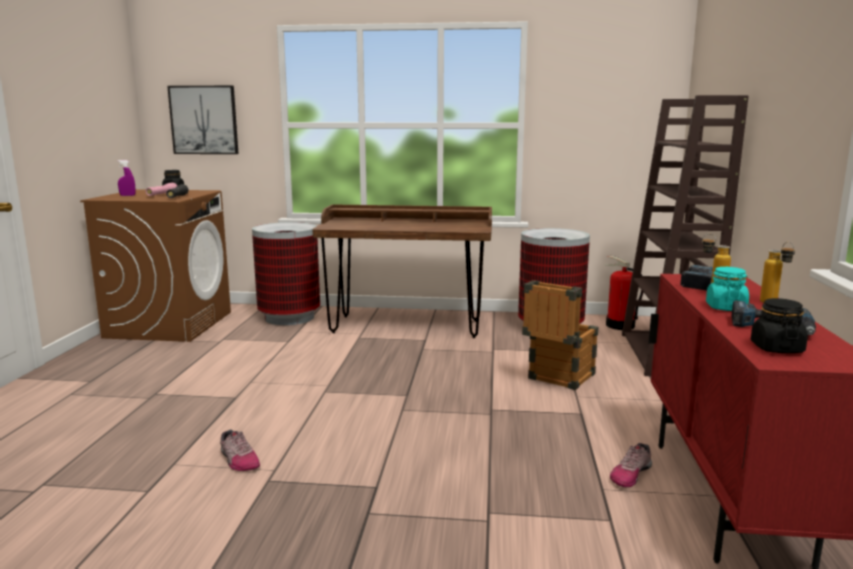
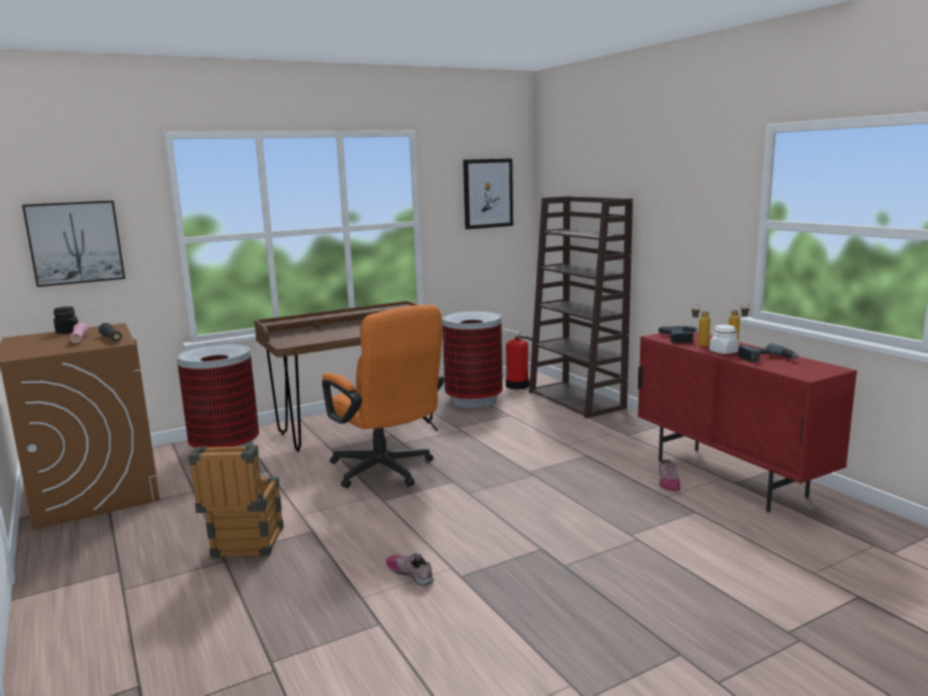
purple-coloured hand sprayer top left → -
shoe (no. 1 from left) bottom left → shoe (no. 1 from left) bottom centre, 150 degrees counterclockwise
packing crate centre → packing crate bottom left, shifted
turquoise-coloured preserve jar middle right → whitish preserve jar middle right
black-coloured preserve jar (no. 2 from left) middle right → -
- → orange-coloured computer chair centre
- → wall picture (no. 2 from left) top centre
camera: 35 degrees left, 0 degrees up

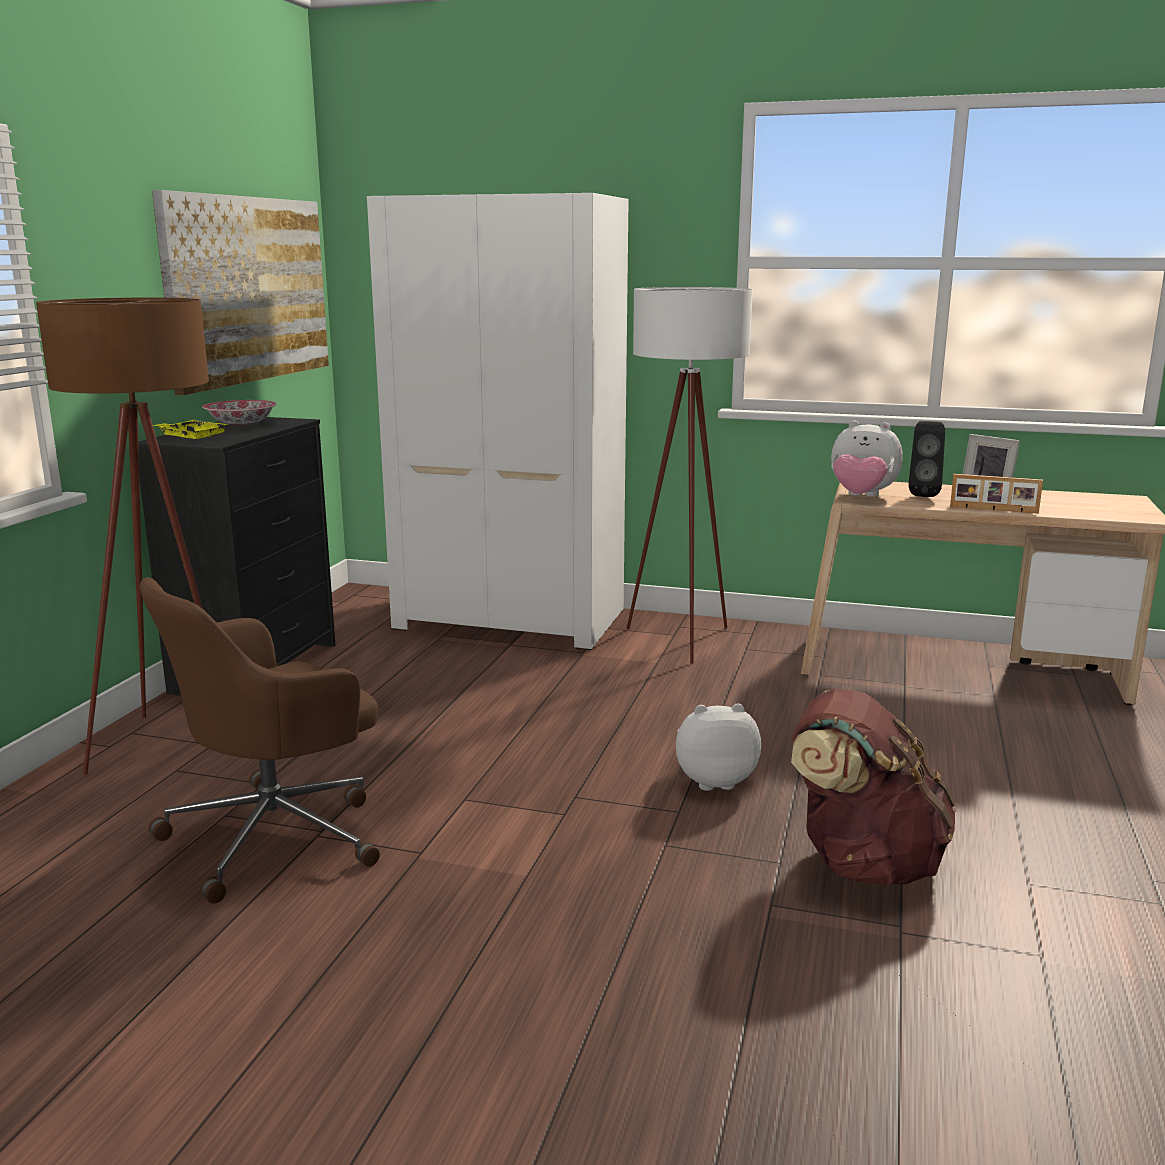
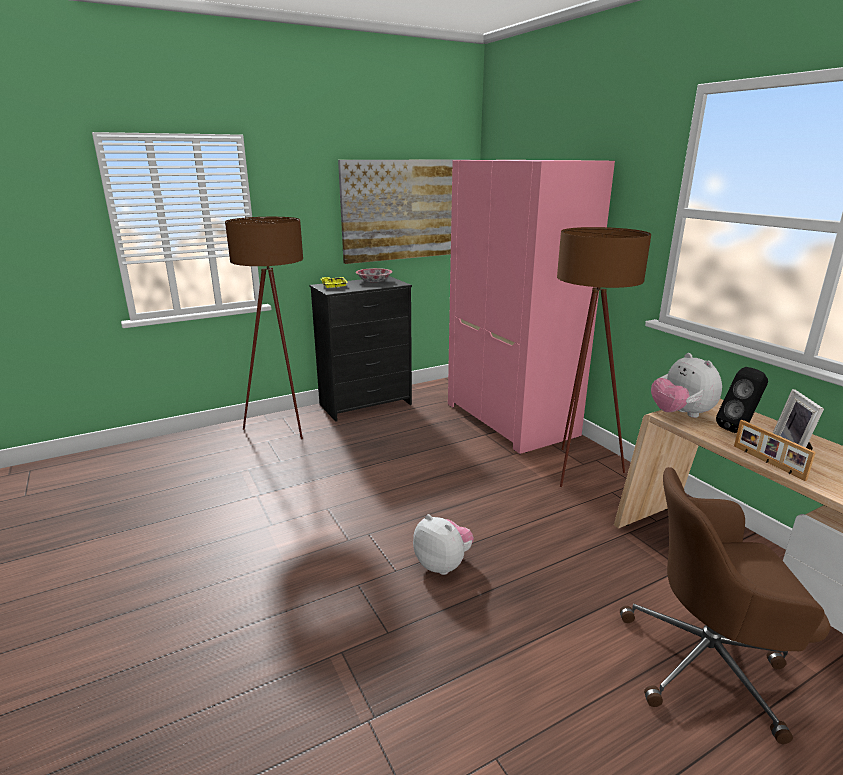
brownish computer chair middle left → brownish computer chair bottom right, shifted
whitish clothes cupboard centre → pink clothes cupboard centre
whitish floor lamp centre → brownish floor lamp (no. 2 from left) middle right
brownish knapsack bottom right → -
camera: 45 degrees right, 5 degrees up

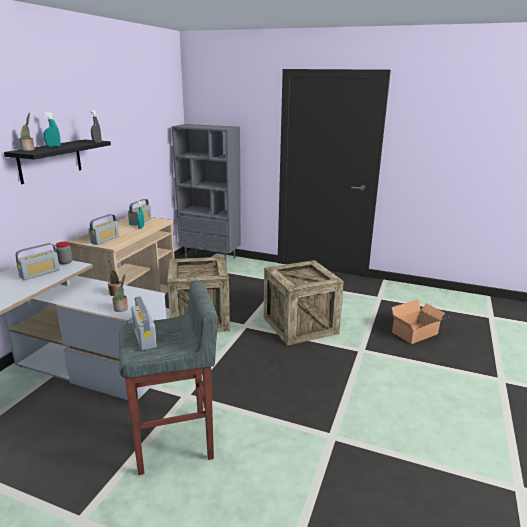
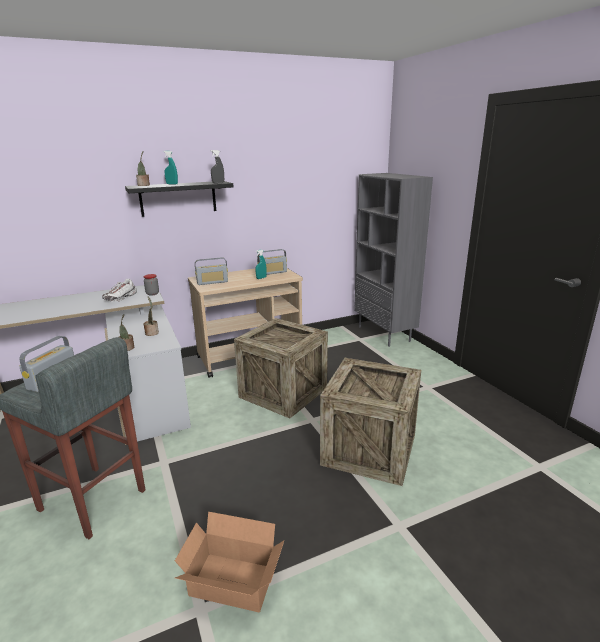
radio set (no. 1 from left) middle left → whitish shoe middle left
cardboard box middle right → cardboard box bottom centre, shifted
camera: 45 degrees right, 0 degrees up

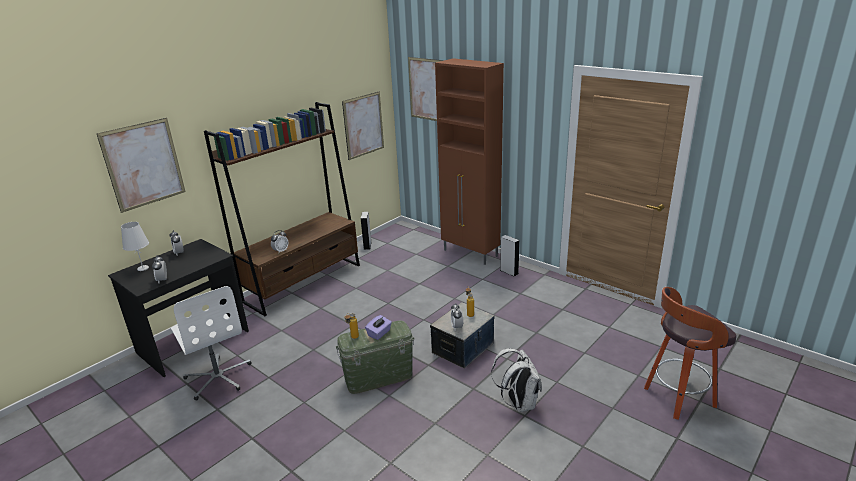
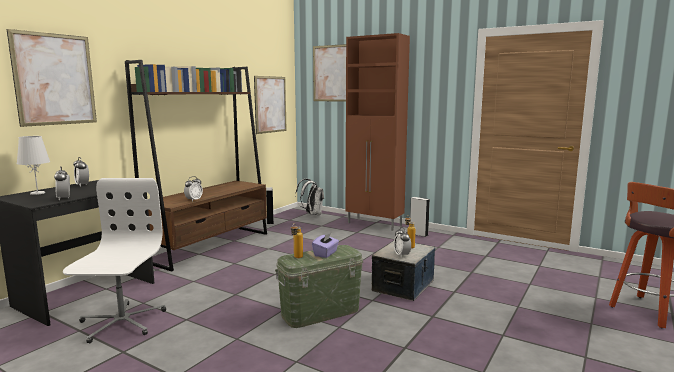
whitish computer chair bottom left, 135 degrees counterclockwise
whitish knapsack bottom centre → whitish knapsack centre, shifted
camera: 10 degrees left, 15 degrees down

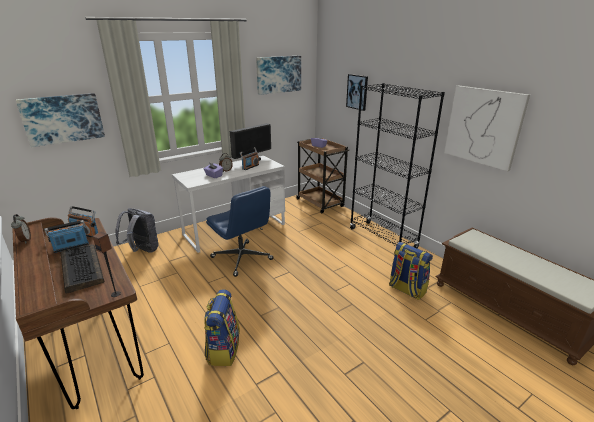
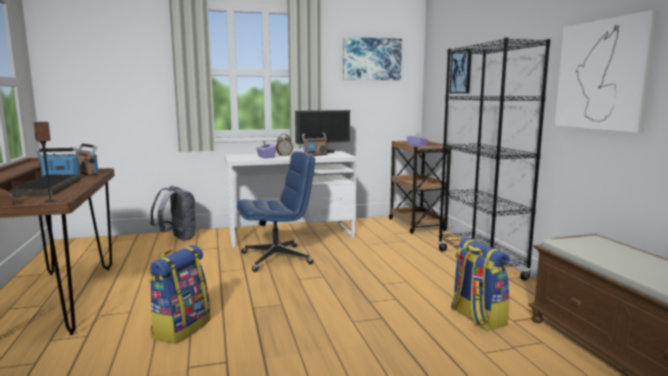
alarm clock (no. 1 from left) middle left → -
wall picture (no. 1 from left) top left → -
blue computer chair centre, 90 degrees counterclockwise
camera: 20 degrees right, 15 degrees down

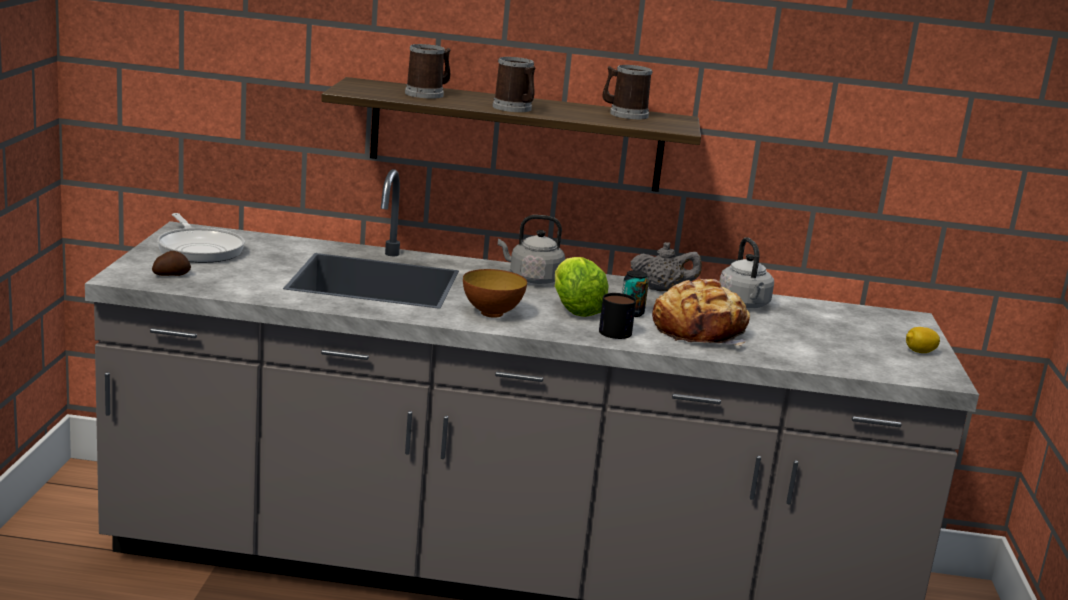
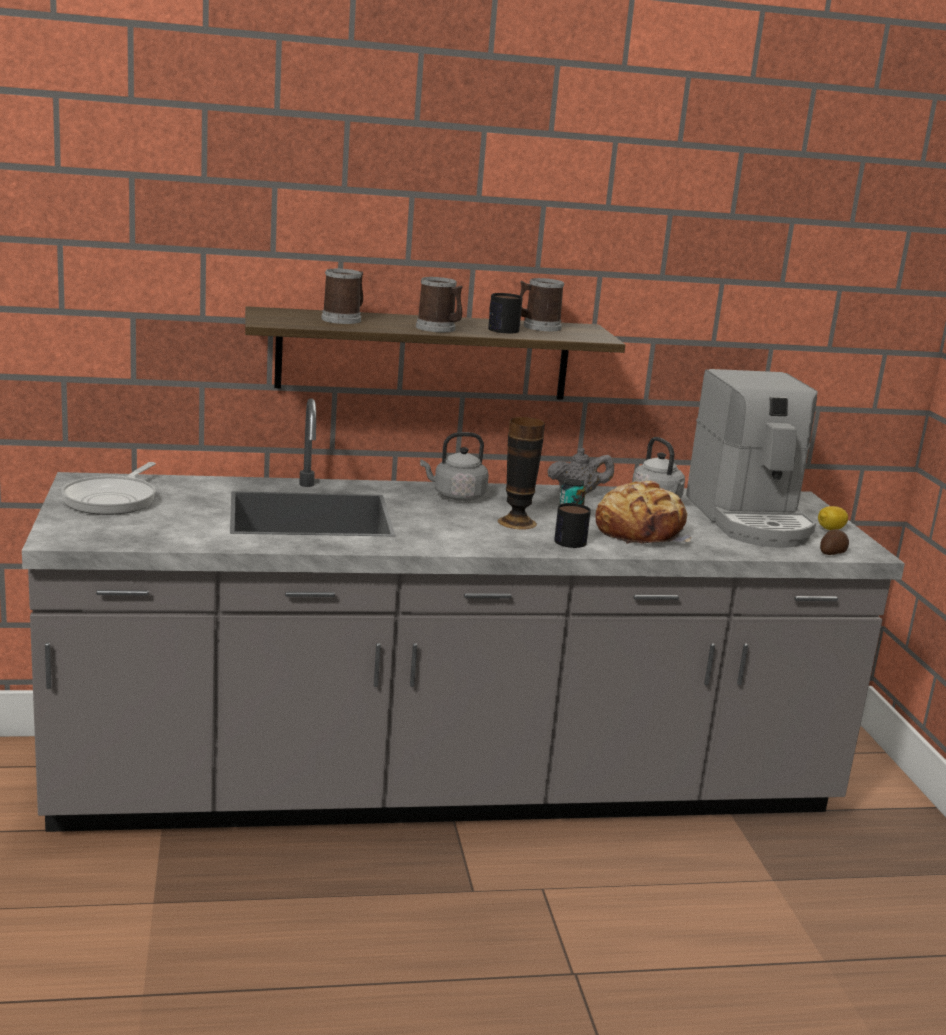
whole potato middle left → whole potato middle right, shifted
frying pan middle left, 60 degrees clockwise
serving bowl centre → -
lettuce head centre → vase centre
- → mug (no. 3 from left) top centre
- → coffee maker middle right
camera: 15 degrees left, 0 degrees up

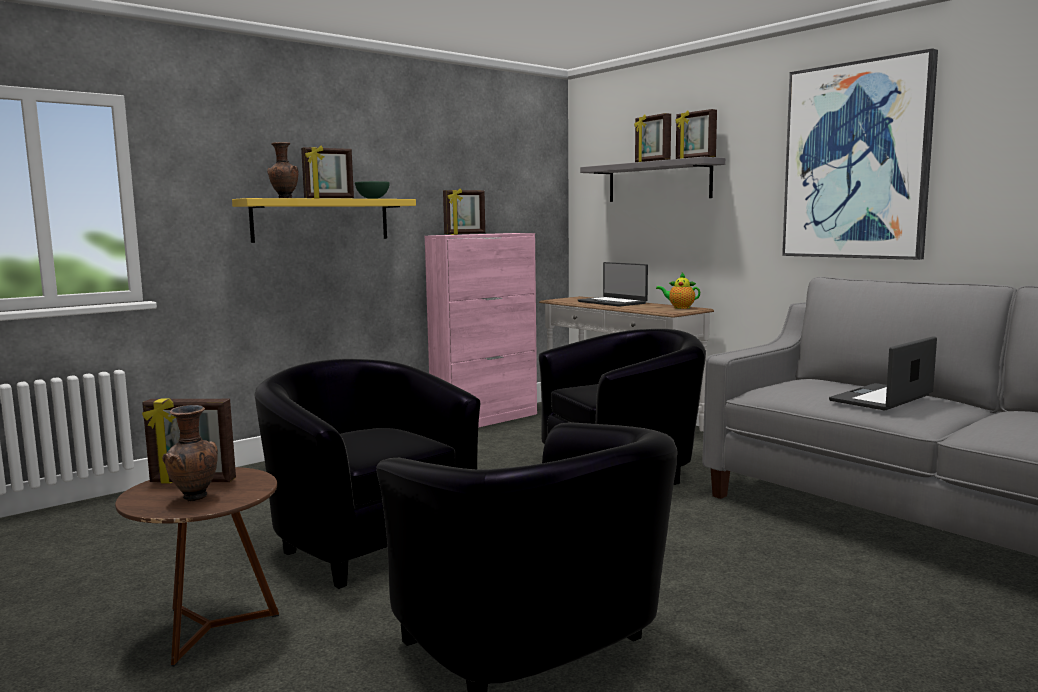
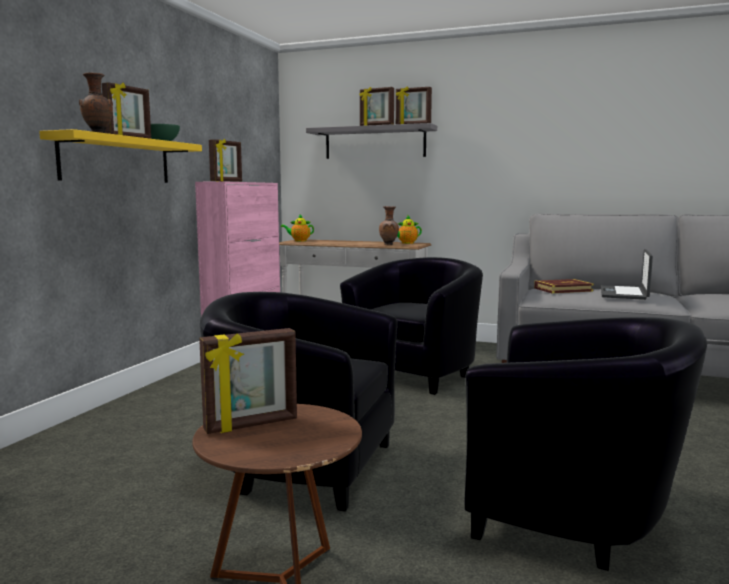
brownish vase (no. 1 from left in the first image) middle left → brownish vase (no. 2 from left) centre, shifted
laptop (no. 1 from left) centre → -
wall picture top right → -
- → pot for tea (no. 1 from left) centre
- → bound book middle right
camera: 30 degrees left, 0 degrees up

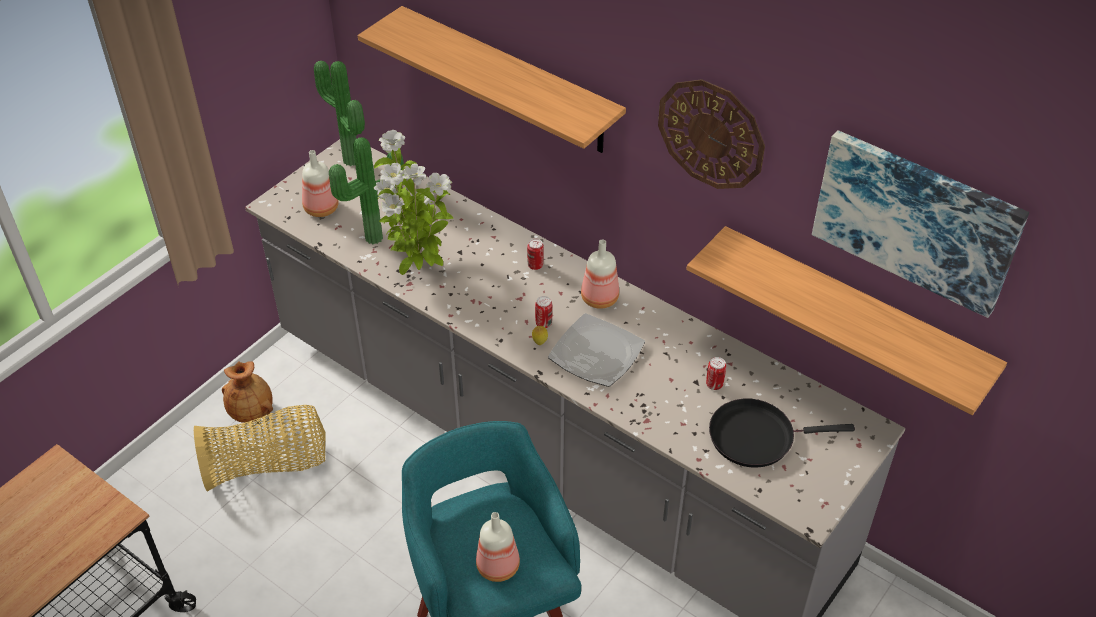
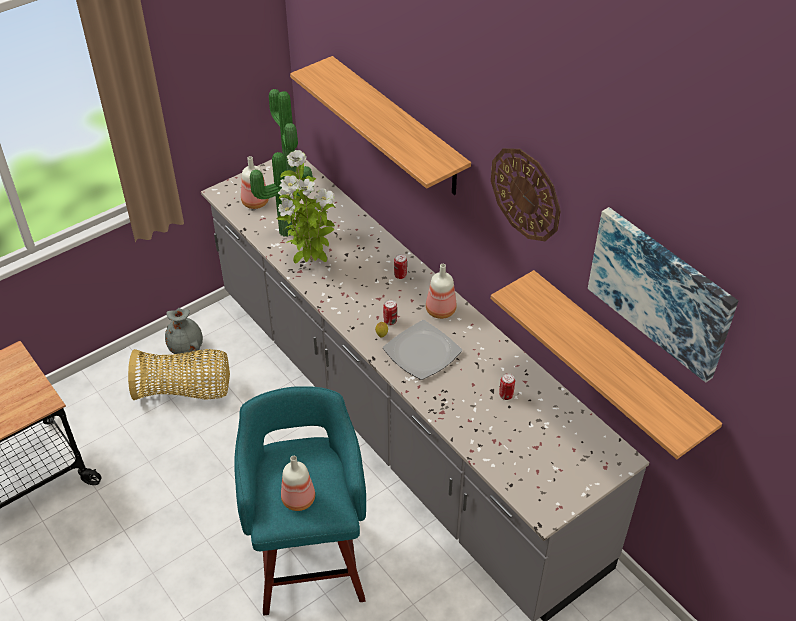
brownish vase middle left → grey vase middle left
black-coloured frying pan bottom right → -
camera: 15 degrees right, 0 degrees up

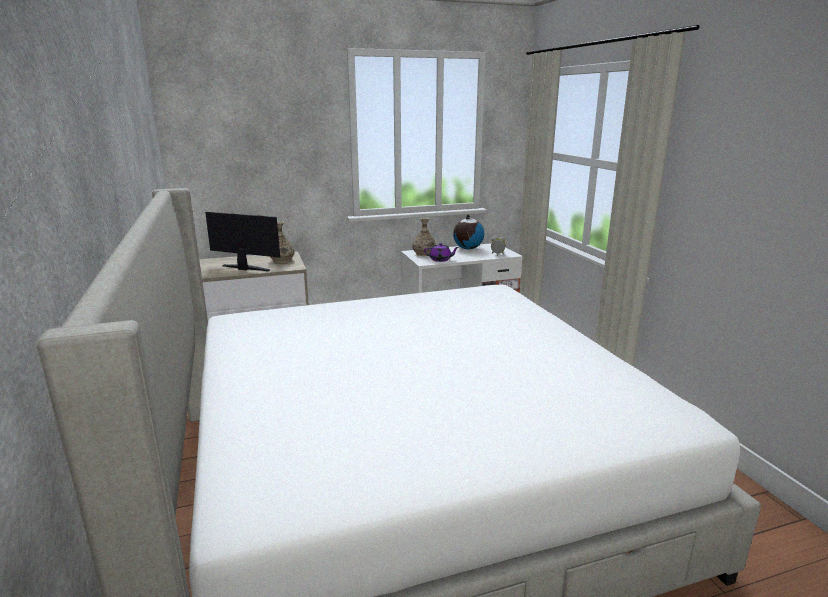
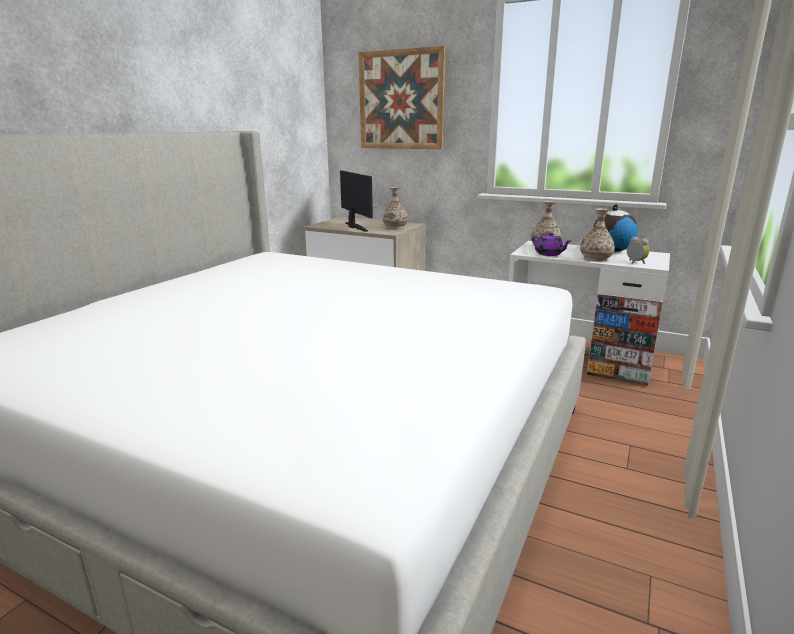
- → wall picture top centre
- → vase (no. 3 from left) middle right
camera: 45 degrees right, 0 degrees up

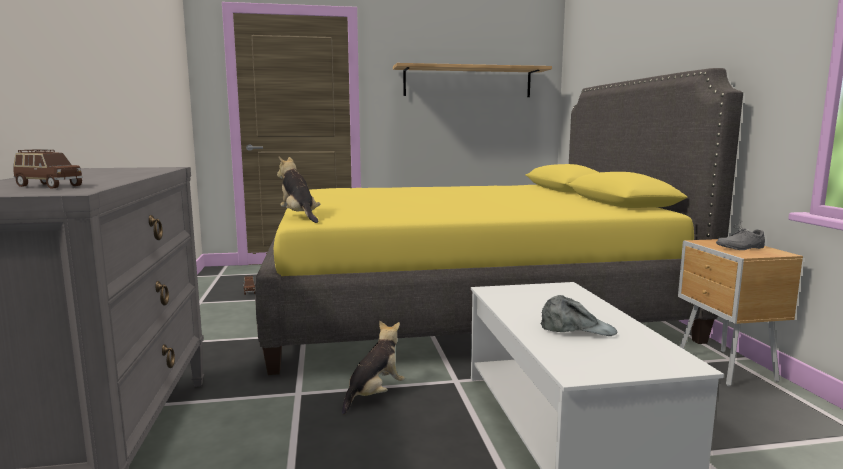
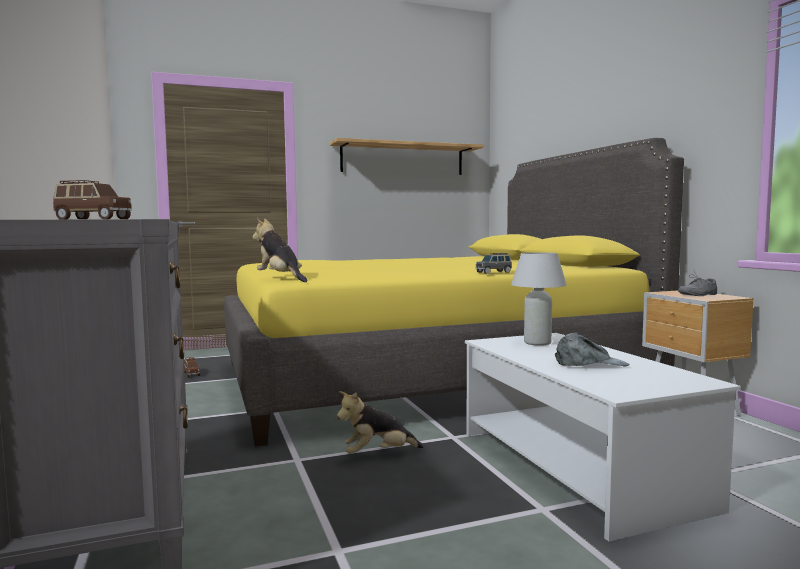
soft toy (no. 2 from left) bottom centre, 135 degrees counterclockwise
- → grey model car centre
- → whitish tabletop lamp middle right
camera: 10 degrees left, 5 degrees down

